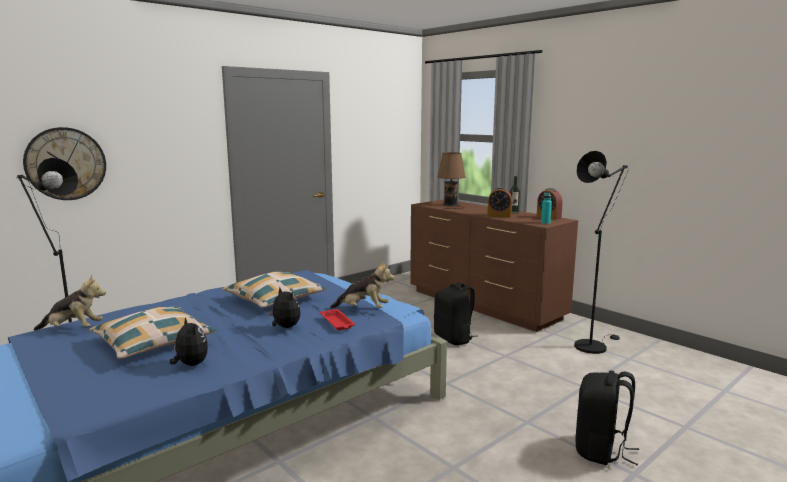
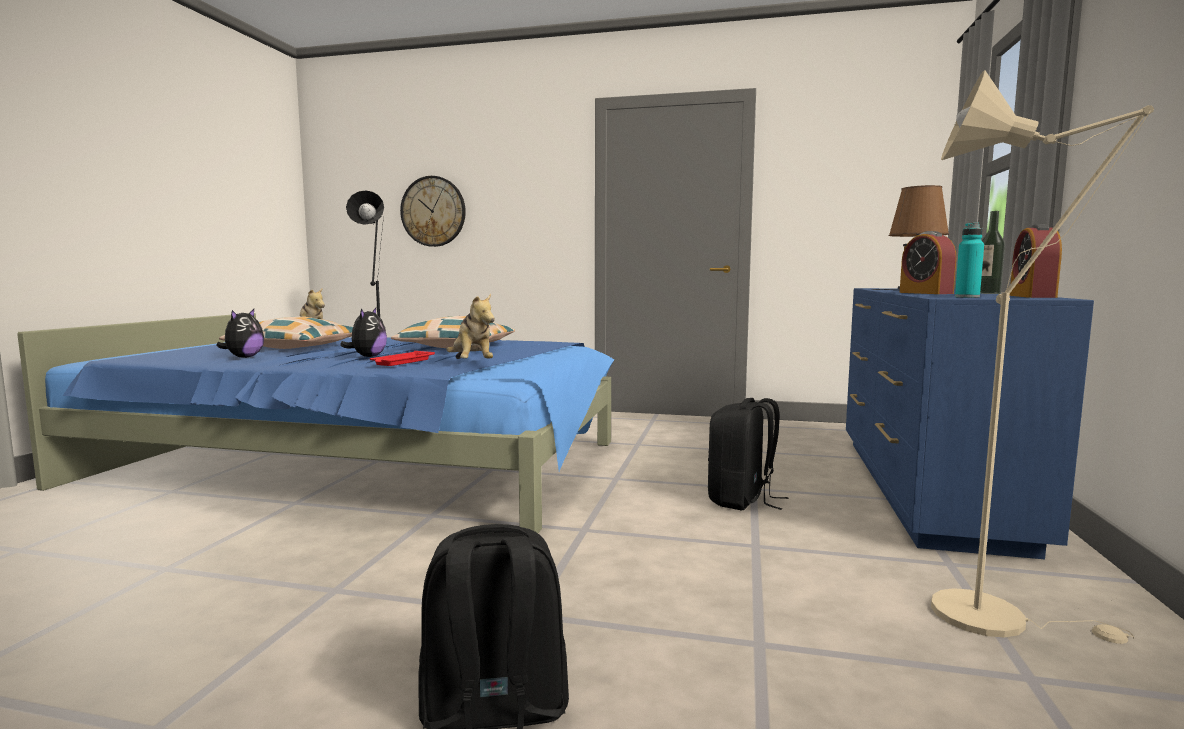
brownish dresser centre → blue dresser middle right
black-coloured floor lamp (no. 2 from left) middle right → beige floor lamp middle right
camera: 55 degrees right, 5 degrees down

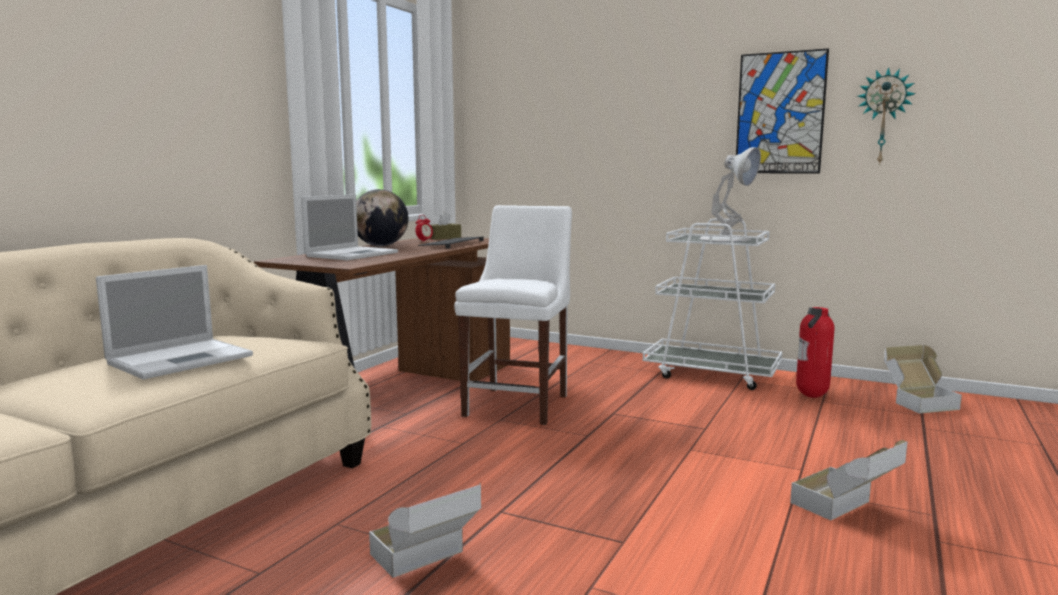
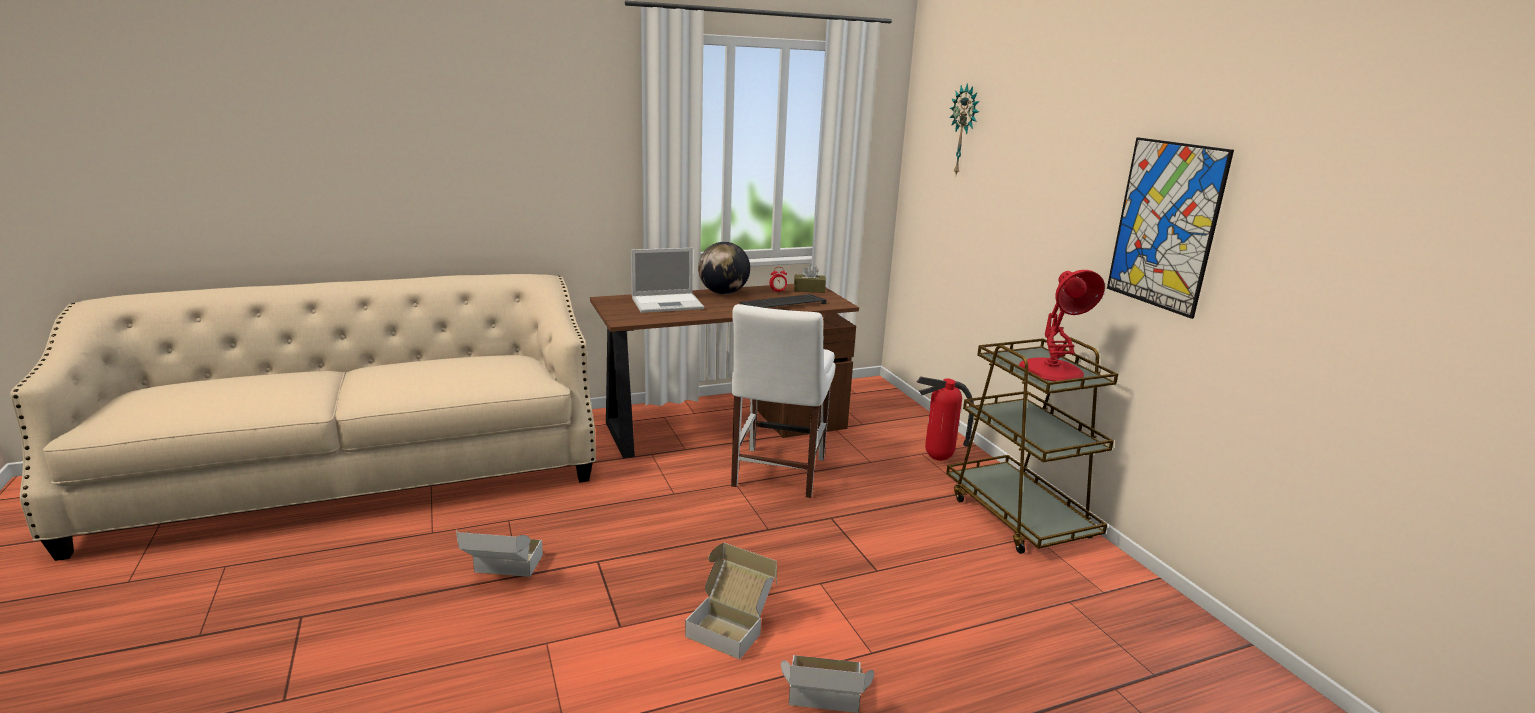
laptop (no. 1 from left) middle left → -
whitish upright chair centre, 135 degrees clockwise
whitish cart middle right → brownish cart middle right
whitish tabletop lamp top right → red tabletop lamp middle right
fire-fighting cylinder middle right → fire-fighting cylinder centre, shifted
wall clock top right → wall clock top centre, shifted
cardboard box (no. 3 from left in the first image) middle right → cardboard box (no. 2 from left) bottom centre, shifted
camera: 40 degrees right, 10 degrees up

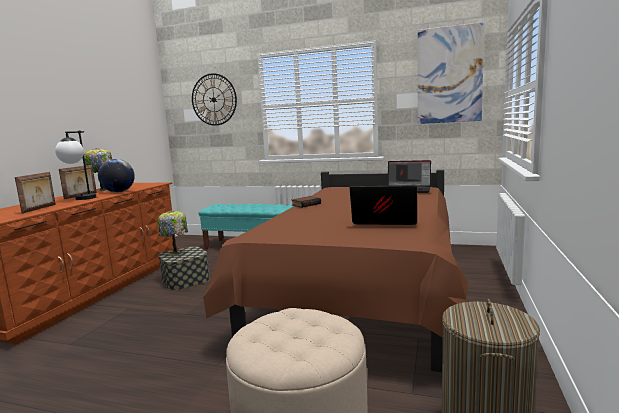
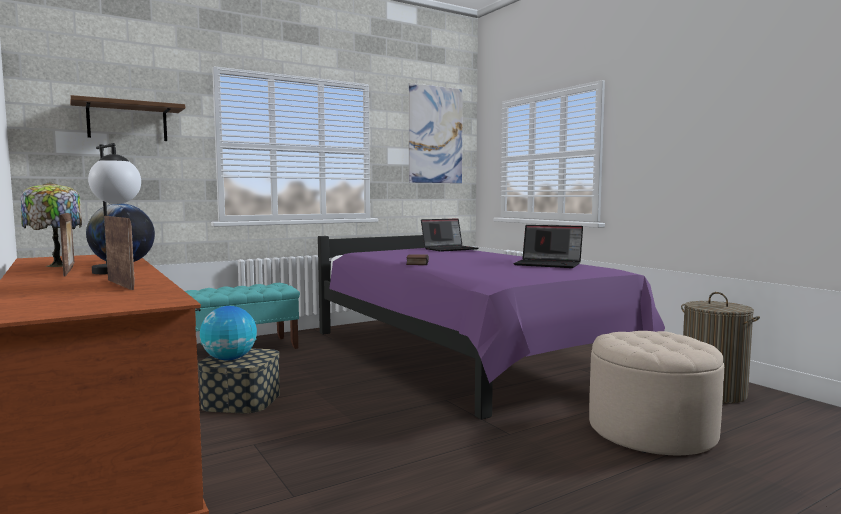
tabletop lamp (no. 3 from left) middle left → desk globe (no. 2 from left) middle left
wall clock top centre → bracket shelf top left
brownish bedroom bed centre → purple-coloured bedroom bed centre
laptop (no. 1 from left in the first image) centre → laptop (no. 2 from left) centre, 120 degrees counterclockwise
camera: 50 degrees left, 5 degrees down

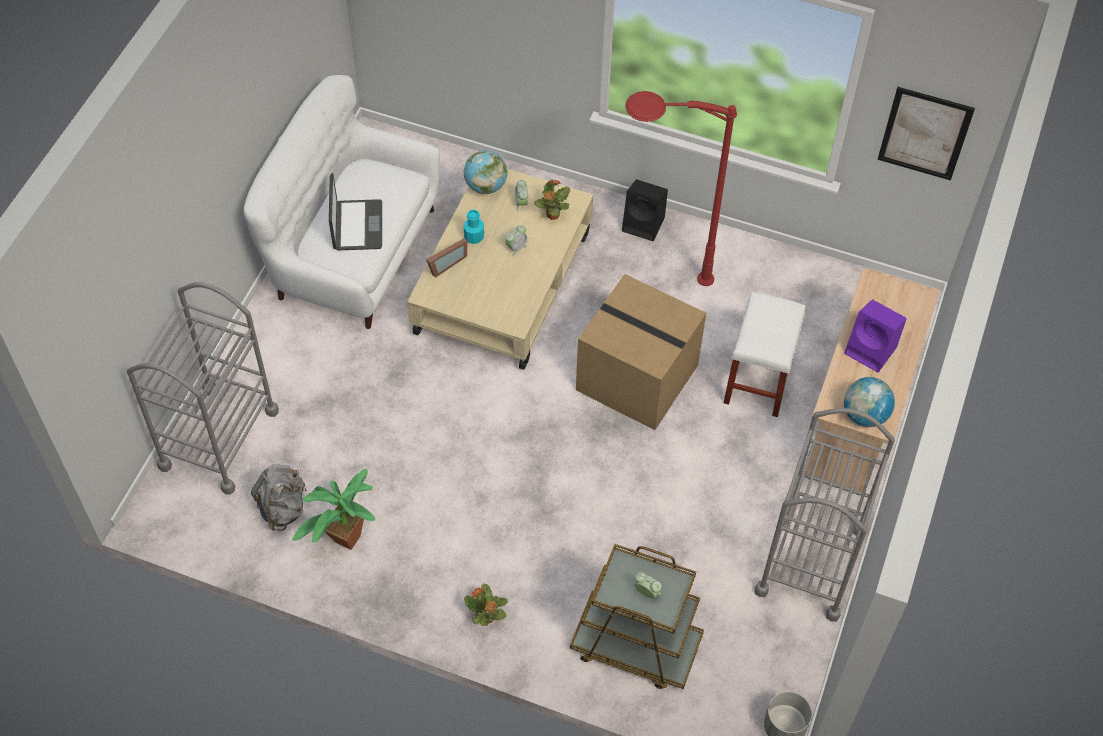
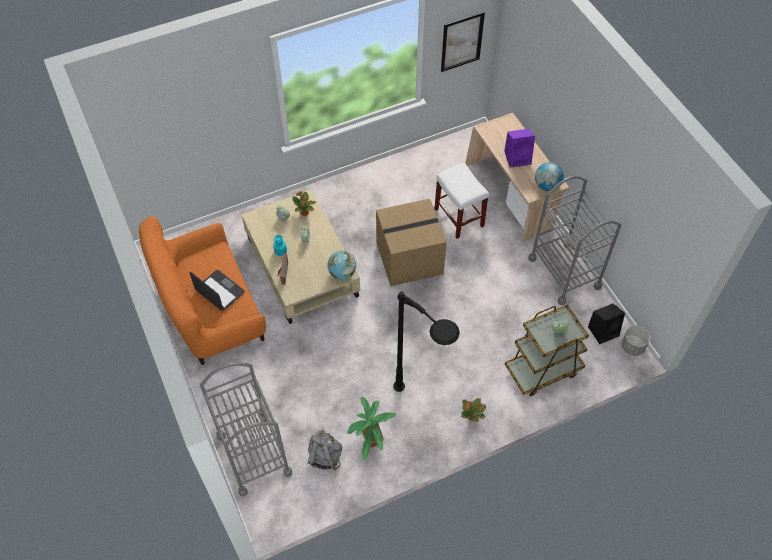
whitish couch top left → orange-coloured couch middle left
desk globe (no. 1 from left) top centre → desk globe (no. 1 from left) centre, shifted
black-coloured speaker top centre → black-coloured speaker middle right, shifted
red floor lamp top centre → -
- → black-coloured floor lamp centre
camera: 45 degrees left, 0 degrees up

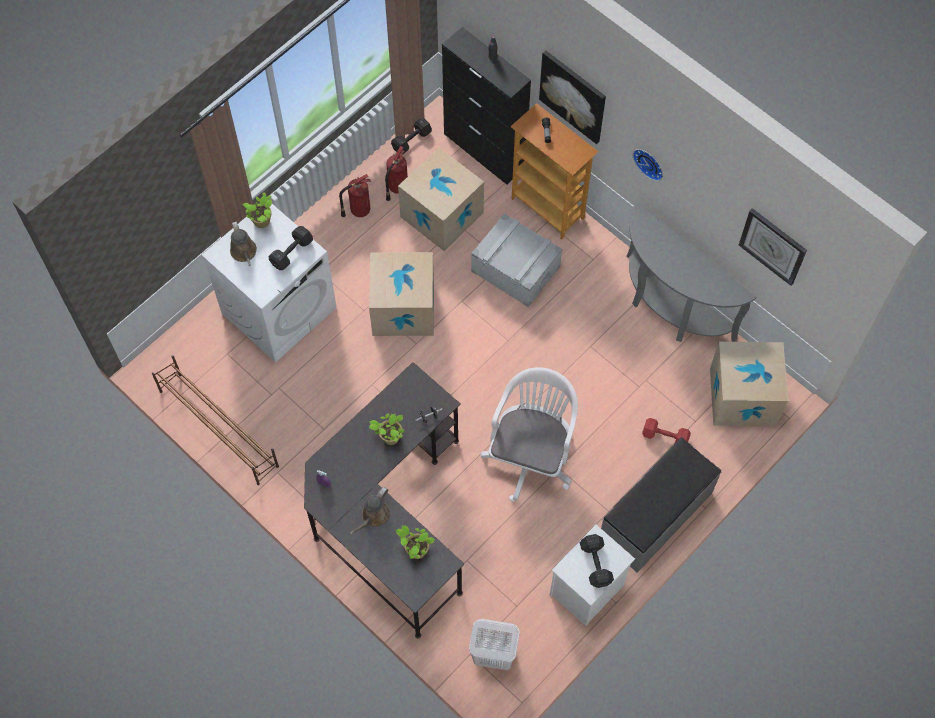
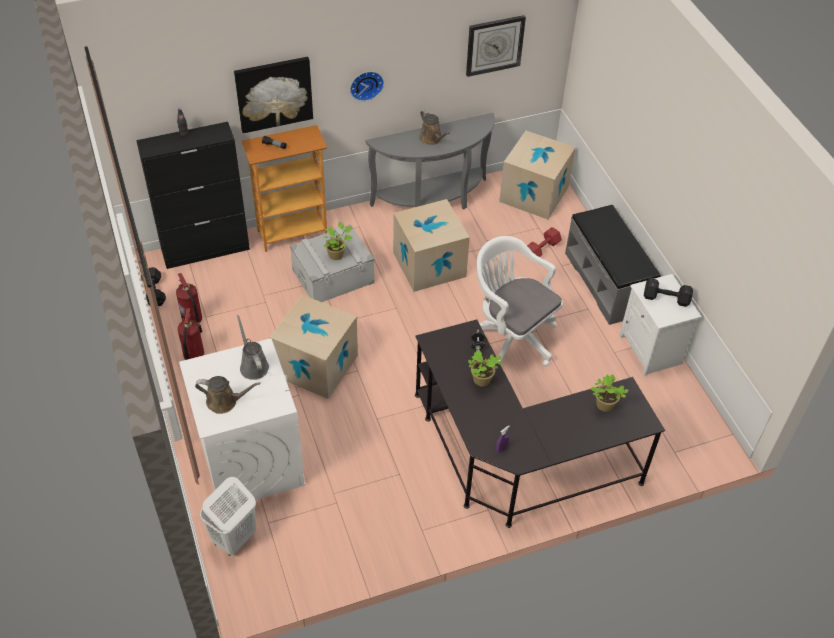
brownish shoe stand middle left → -
houseplant (no. 1 from left) top left → houseplant (no. 1 from left) centre, shifted
black-coloured hand weight (no. 1 from left) middle left → grey watering pot middle left
brownish watering pot (no. 2 from left) bottom centre → brownish watering pot (no. 2 from left) top centre, shifted
cardboard box (no. 2 from left) top centre → cardboard box (no. 2 from left) centre, shifted
whitish washing basket bottom centre → whitish washing basket bottom left, shifted
camera: 65 degrees left, 15 degrees down

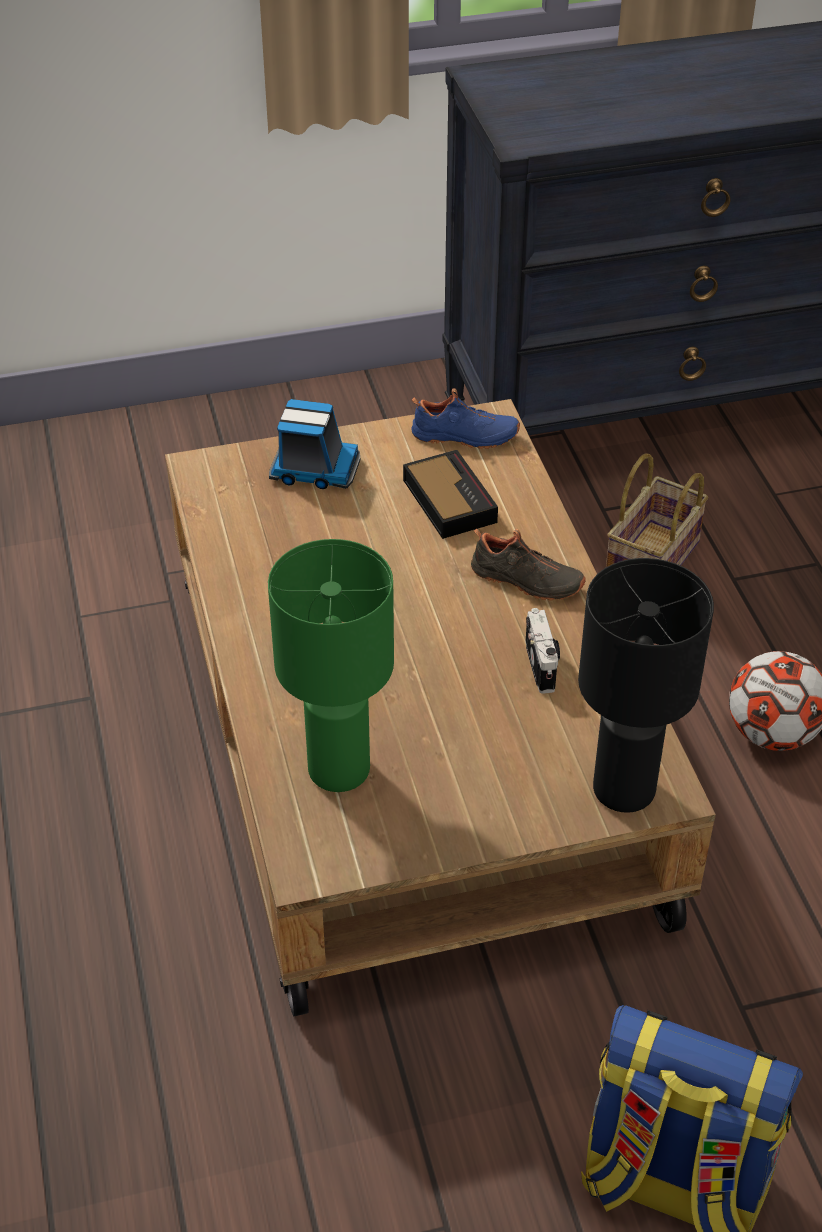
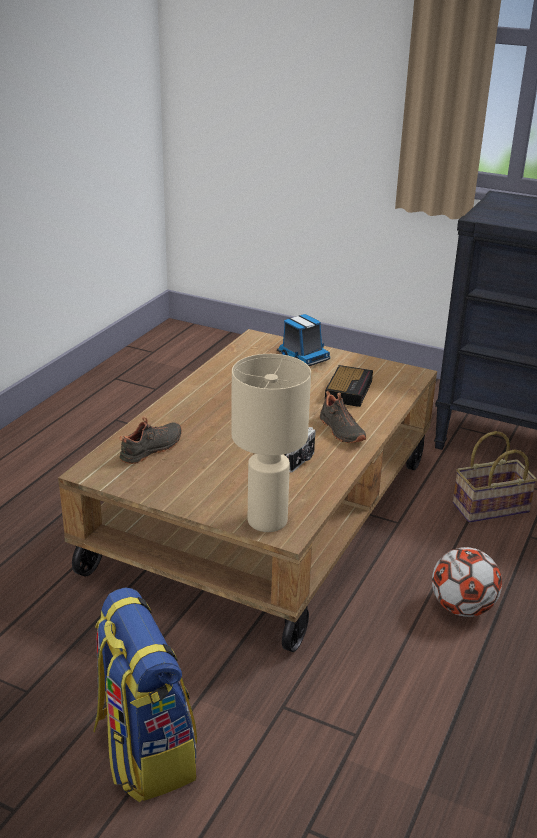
green-coloured tabletop lamp centre → black-coloured shoe (no. 1 from left) middle left
blue shoe centre → -
black-coloured tabletop lamp middle right → beige tabletop lamp centre
camera: 40 degrees right, 15 degrees down

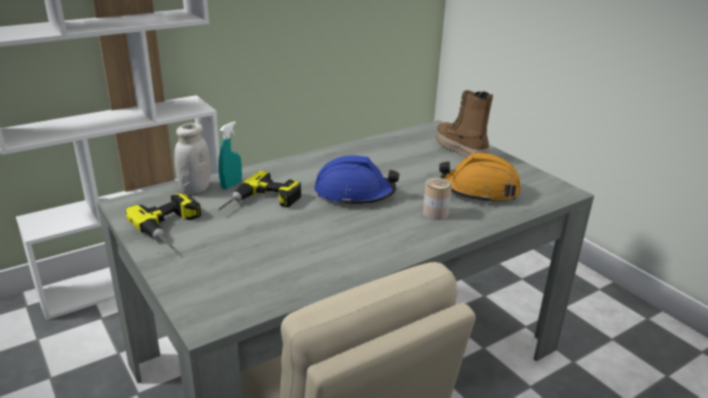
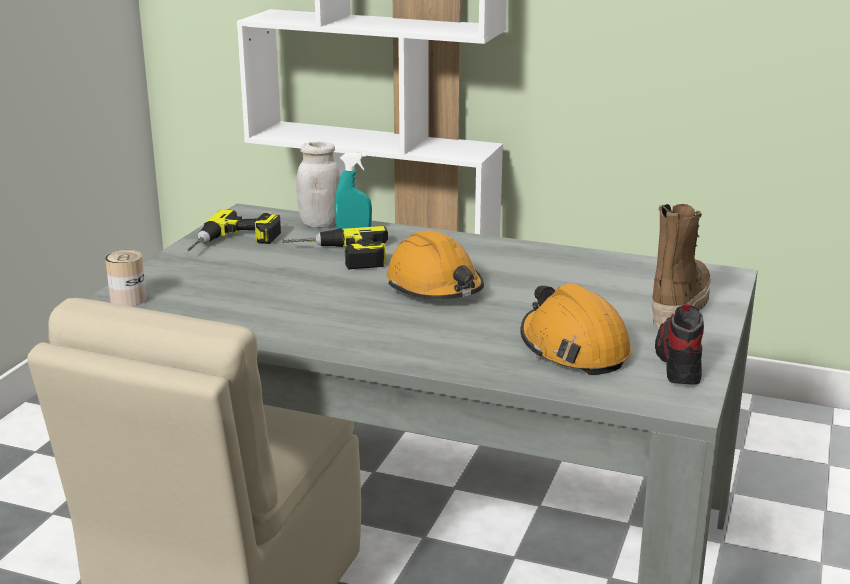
blue work helmet centre → orange-coloured work helmet (no. 1 from left) centre
metal can centre → metal can middle left, shifted
- → shoe middle right
camera: 55 degrees right, 5 degrees down

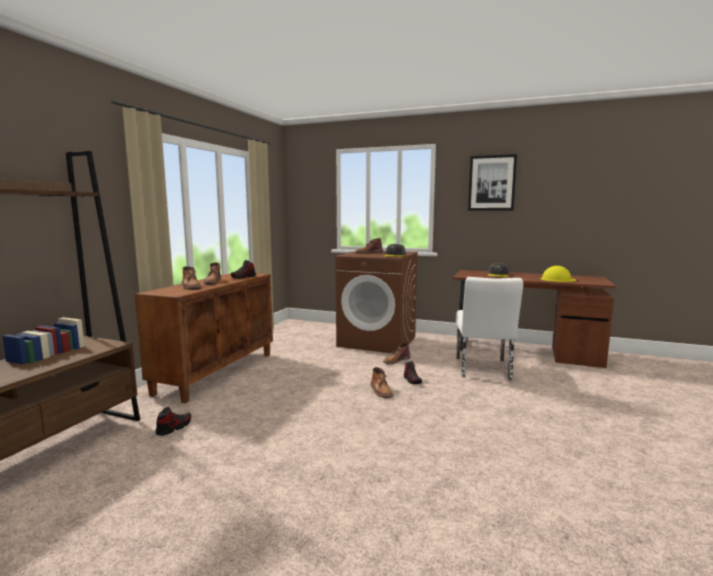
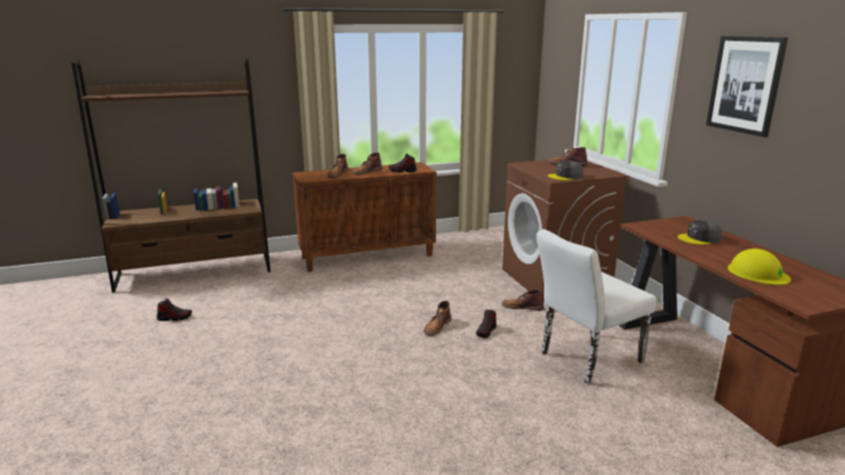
shoe (no. 1 from left) bottom left → shoe (no. 1 from left) middle left, shifted
camera: 50 degrees right, 10 degrees up

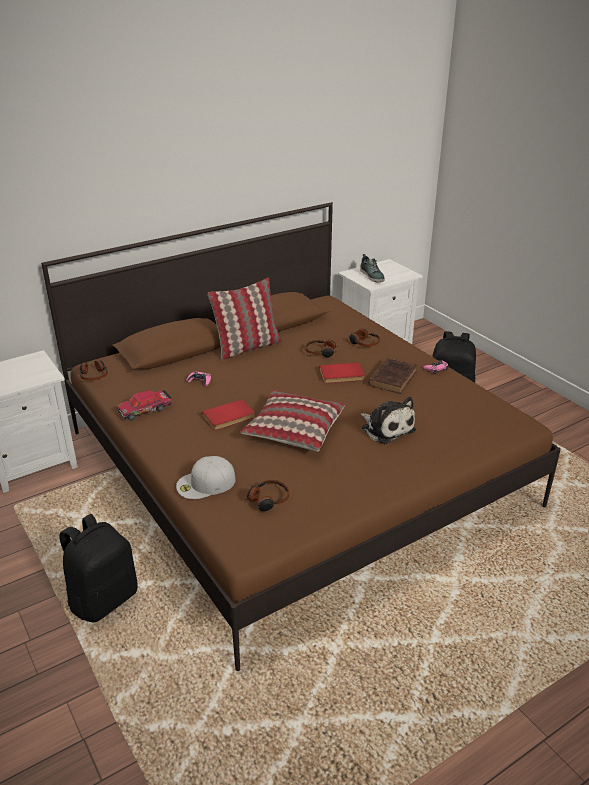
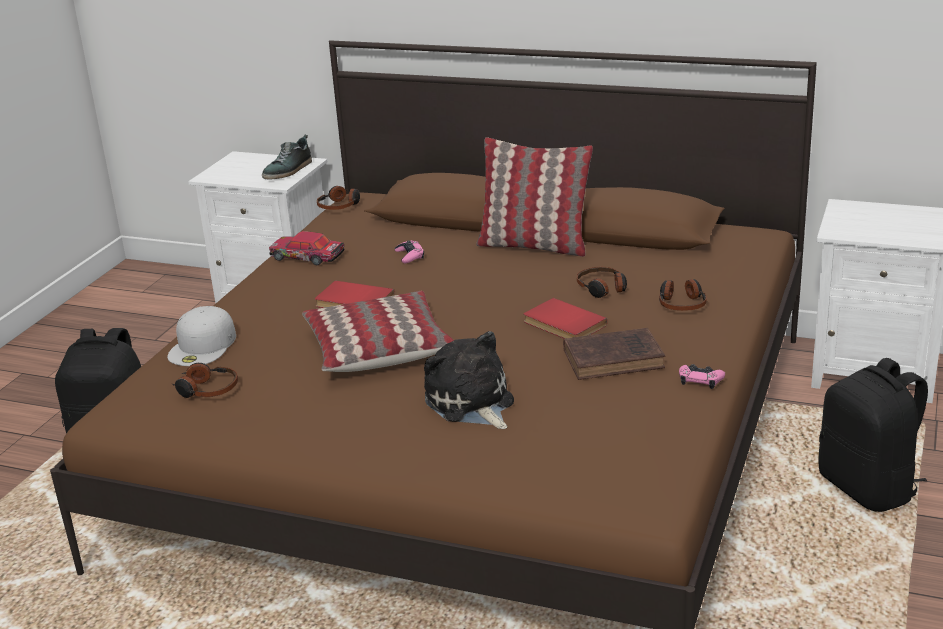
whitish cap centre → whitish cap middle left, 105 degrees counterclockwise
shoe centre → shoe top left, shifted
soft toy centre, 135 degrees clockwise
camera: 55 degrees right, 5 degrees down

